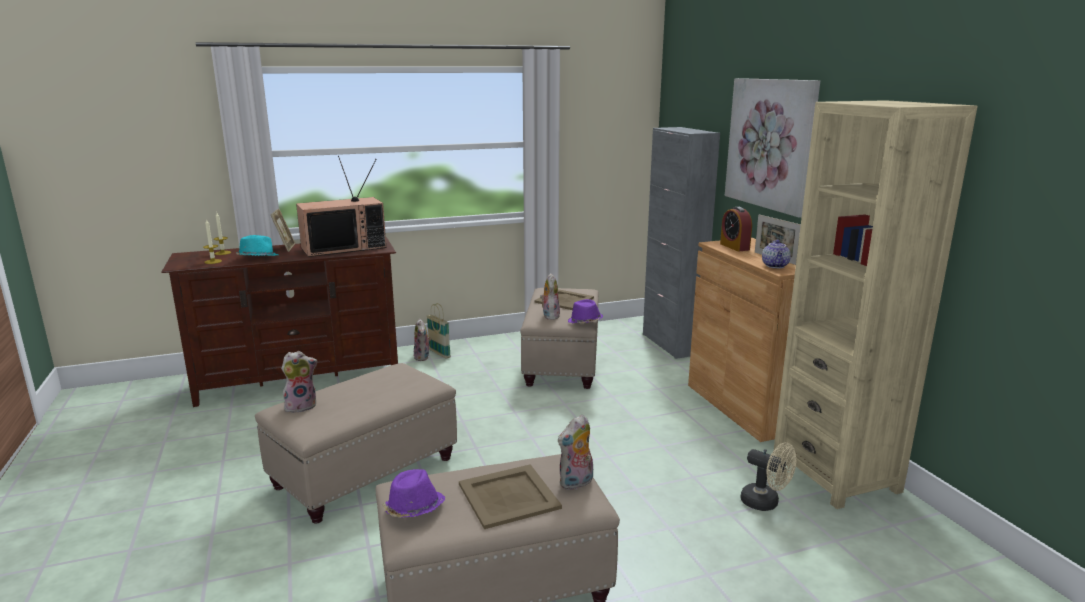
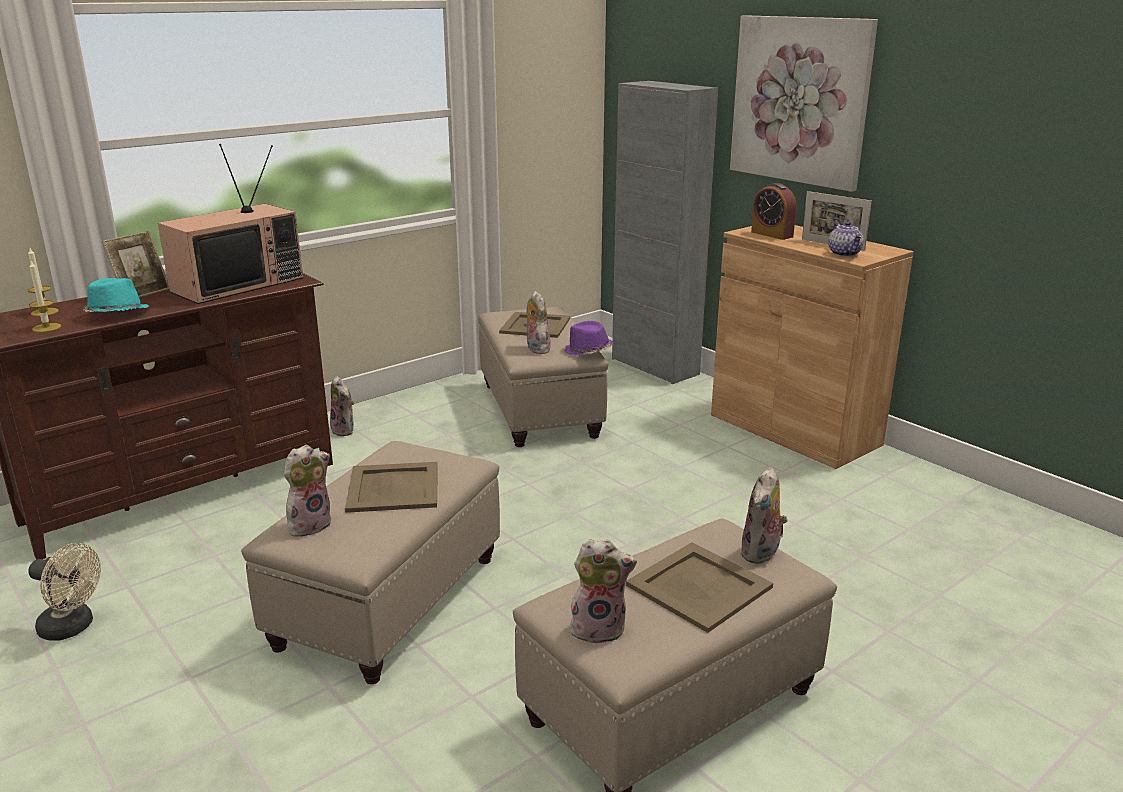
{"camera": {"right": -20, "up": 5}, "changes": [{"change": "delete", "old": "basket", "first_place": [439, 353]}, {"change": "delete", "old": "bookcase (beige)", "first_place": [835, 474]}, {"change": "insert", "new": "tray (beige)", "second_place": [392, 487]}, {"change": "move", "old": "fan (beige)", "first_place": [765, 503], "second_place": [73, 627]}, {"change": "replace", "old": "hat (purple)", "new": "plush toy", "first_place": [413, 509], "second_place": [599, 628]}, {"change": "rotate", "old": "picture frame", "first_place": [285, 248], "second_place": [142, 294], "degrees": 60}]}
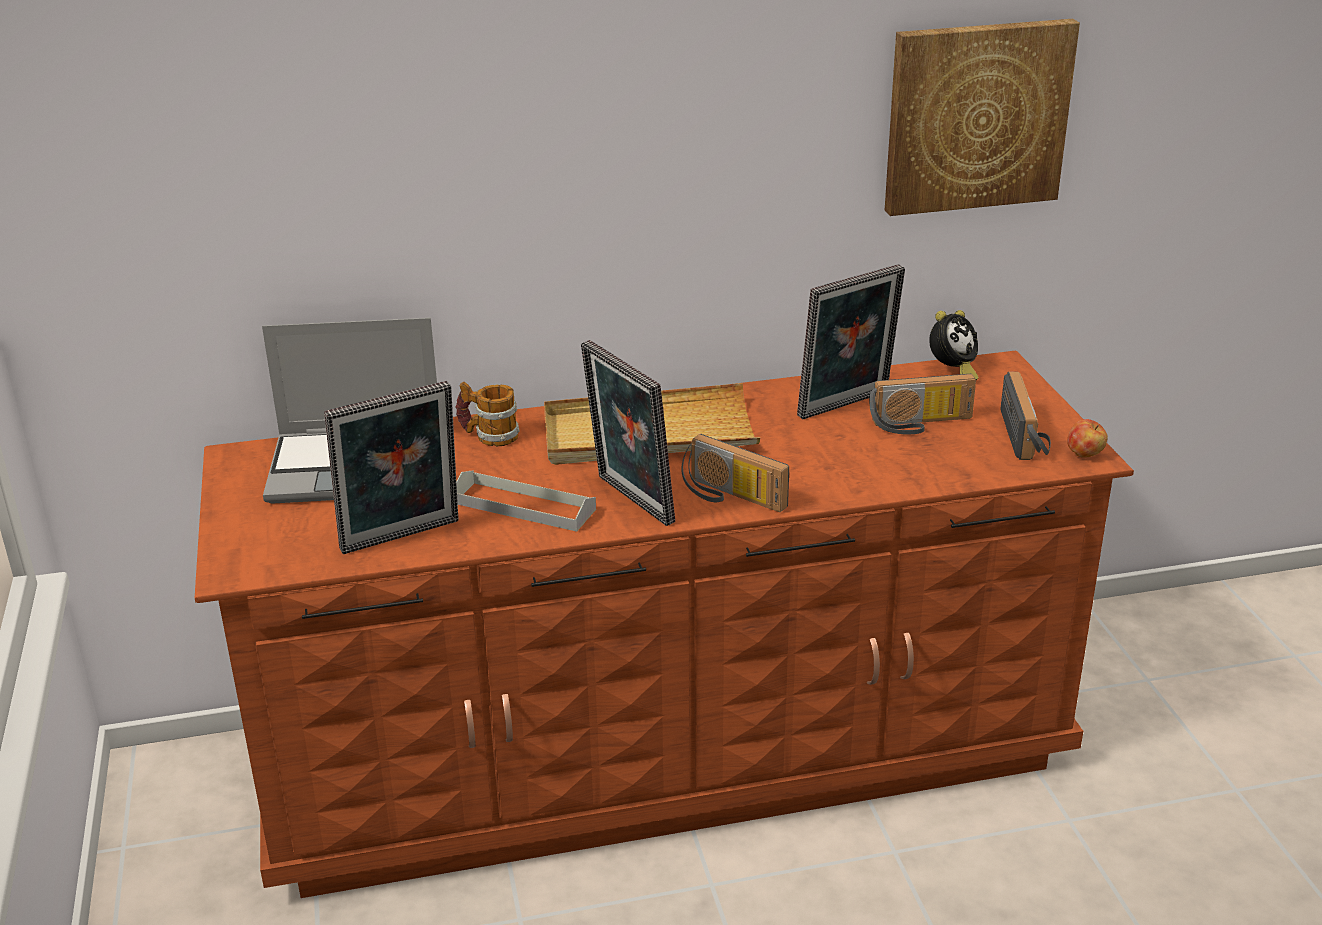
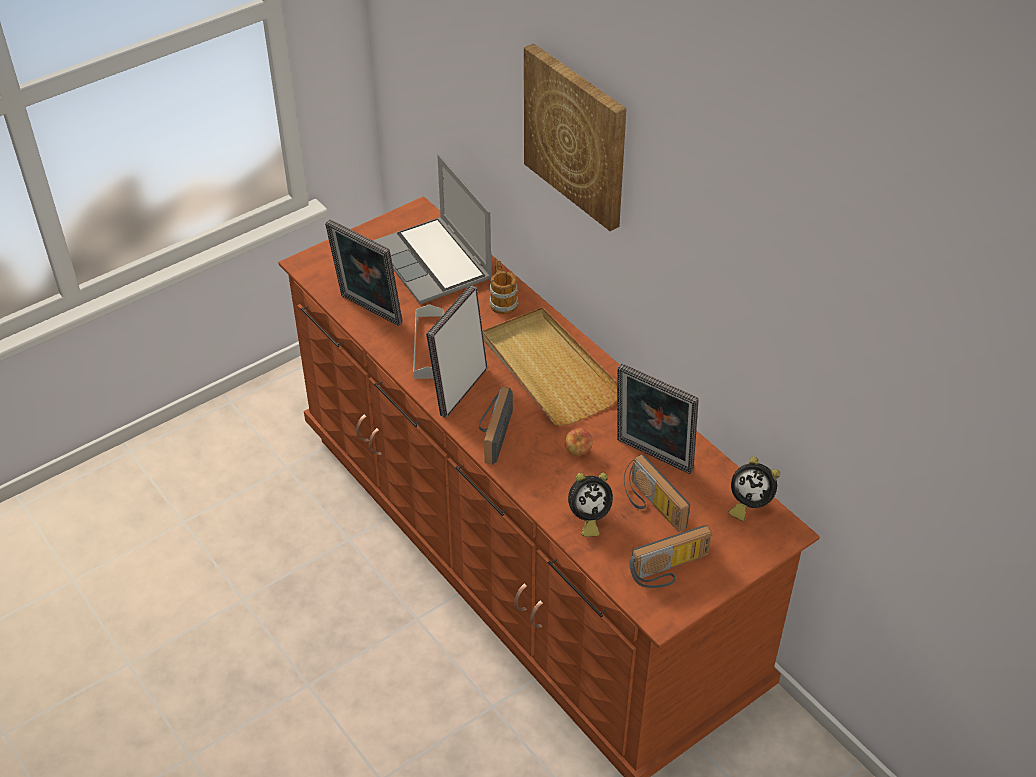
{"camera": {"right": 65, "up": 15}, "changes": [{"change": "insert", "new": "alarm clock", "second_place": [587, 518]}, {"change": "move", "old": "picture", "first_place": [976, 116], "second_place": [577, 135]}, {"change": "move", "old": "apple", "first_place": [1085, 454], "second_place": [578, 451]}]}
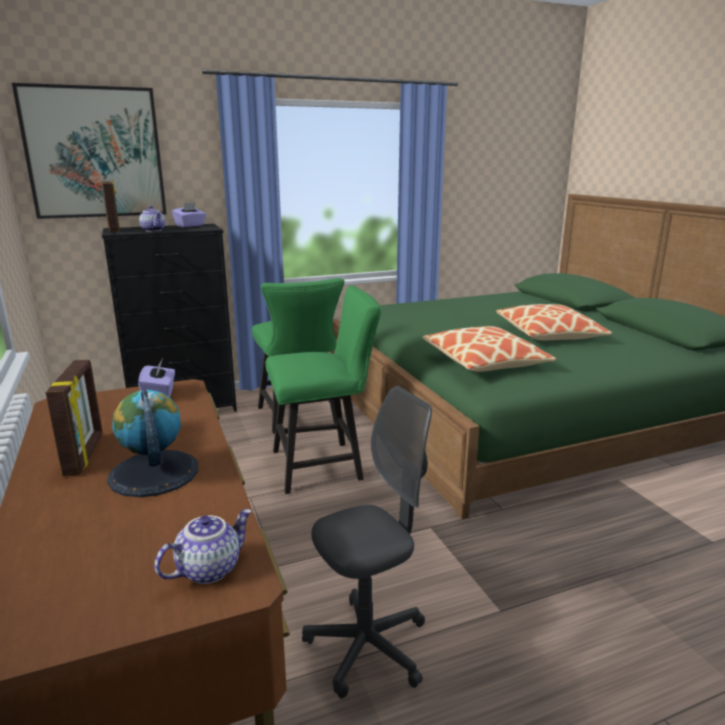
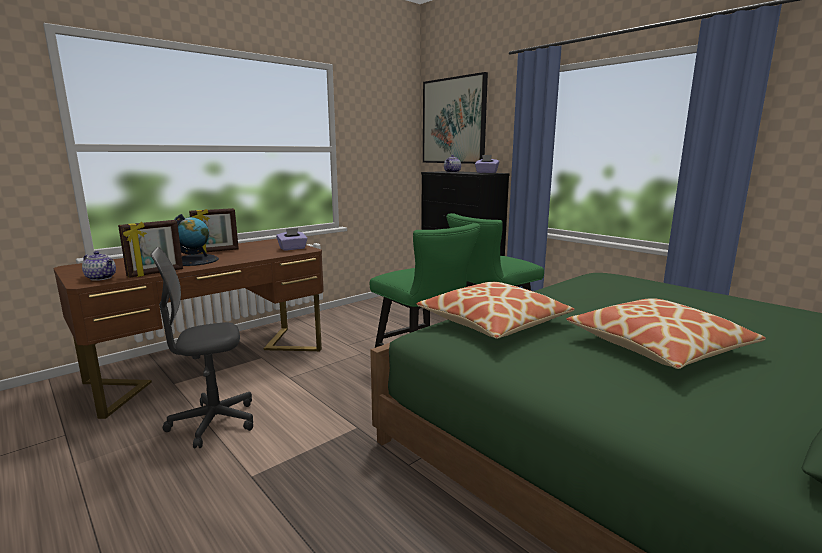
{"camera": {"right": 70, "up": -5}, "changes": [{"change": "move", "old": "picture frame", "first_place": [114, 230], "second_place": [156, 273]}, {"change": "rotate", "old": "office chair (grey)", "first_place": [367, 647], "second_place": [213, 422], "degrees": 120}]}
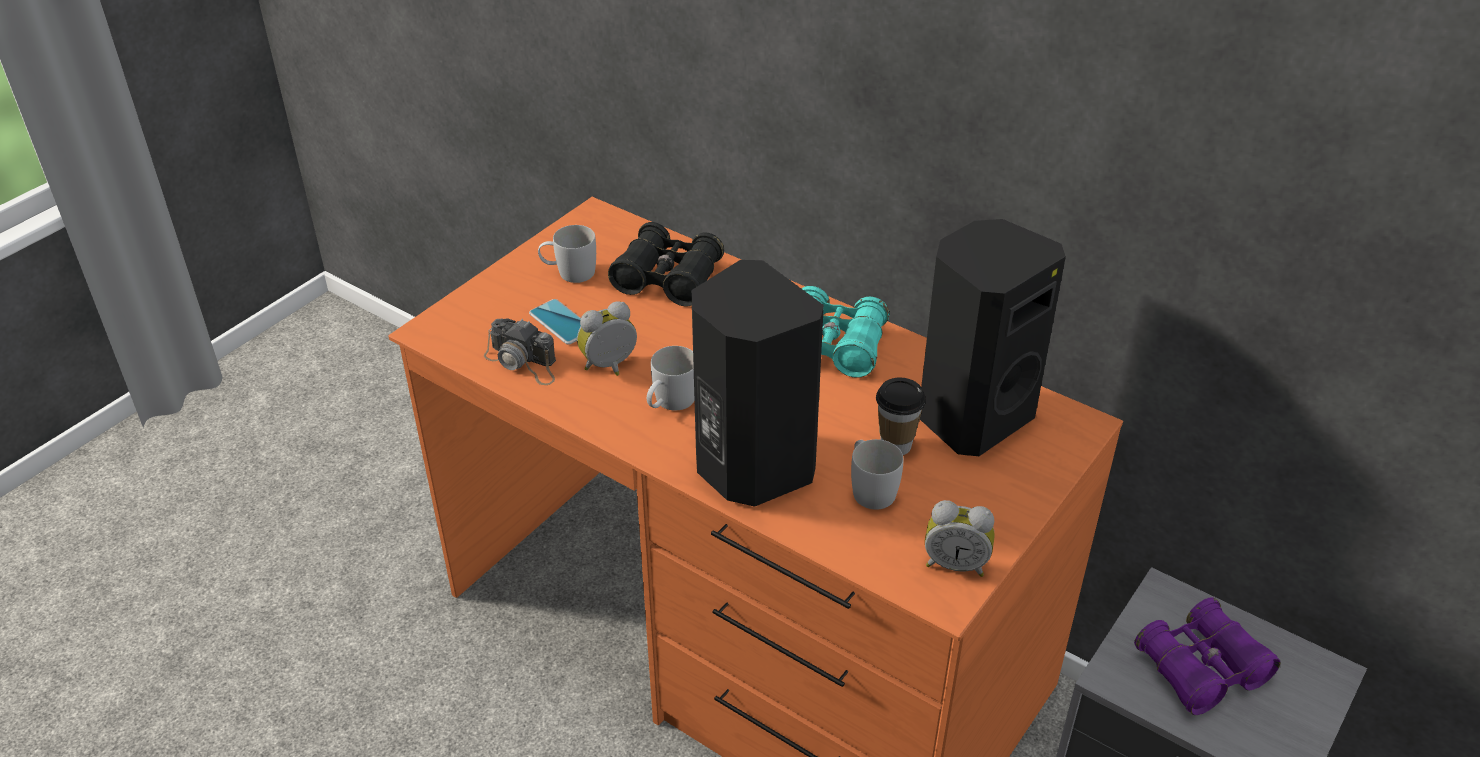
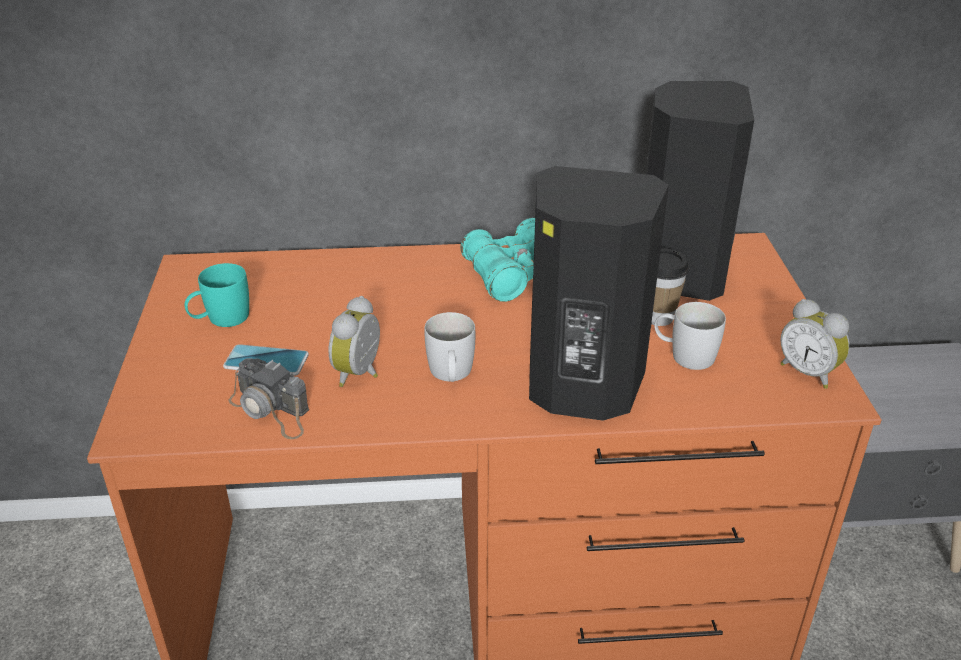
{"camera": {"right": -40, "up": -5}, "changes": [{"change": "delete", "old": "binoculars (black)", "first_place": [668, 279]}, {"change": "delete", "old": "binoculars (purple)", "first_place": [1201, 669]}, {"change": "recolor", "old": "mug (white)", "new": "mug (turquoise)", "first_place": [569, 272], "second_place": [220, 319]}, {"change": "rotate", "old": "photo camera", "first_place": [523, 362], "second_place": [271, 410], "degrees": 45}, {"change": "rotate", "old": "alarm clock", "first_place": [955, 563], "second_place": [809, 372], "degrees": 75}]}
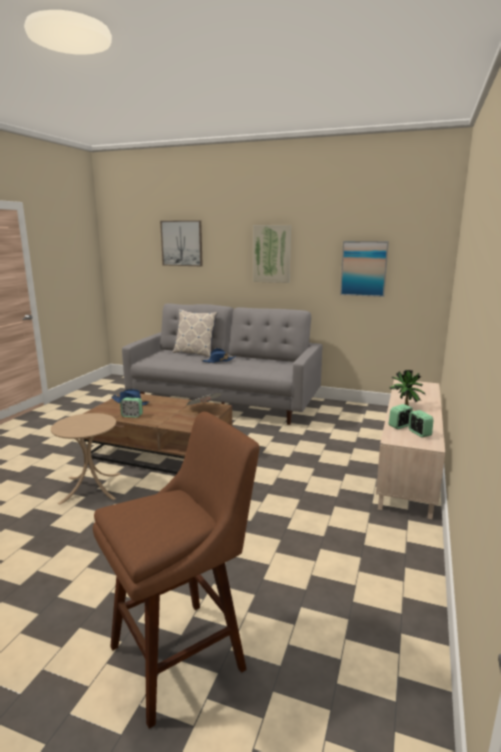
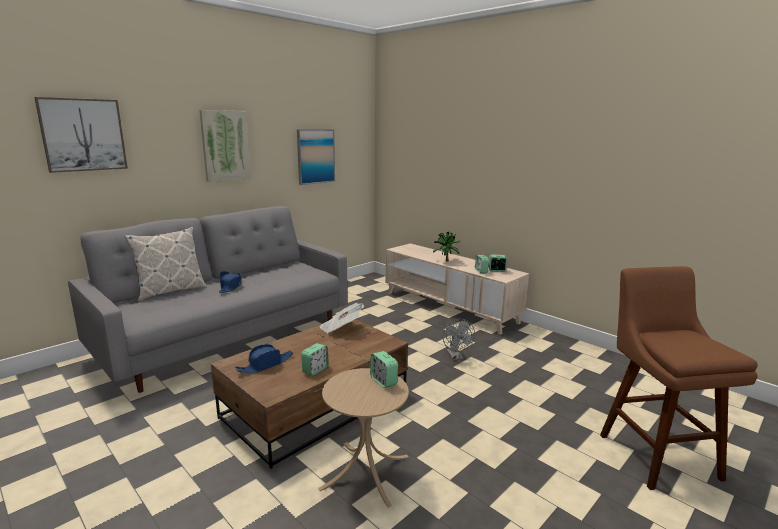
{"camera": {"right": -65, "up": 0}, "changes": [{"change": "insert", "new": "alarm clock", "second_place": [383, 381]}, {"change": "insert", "new": "fan (grey)", "second_place": [456, 357]}]}
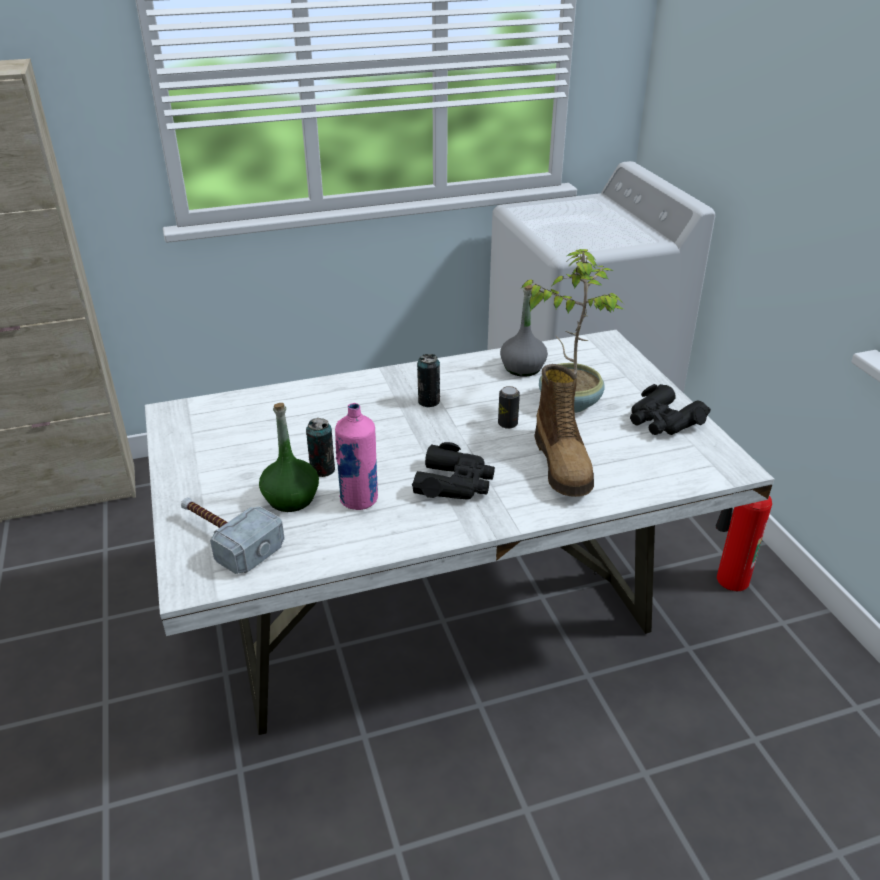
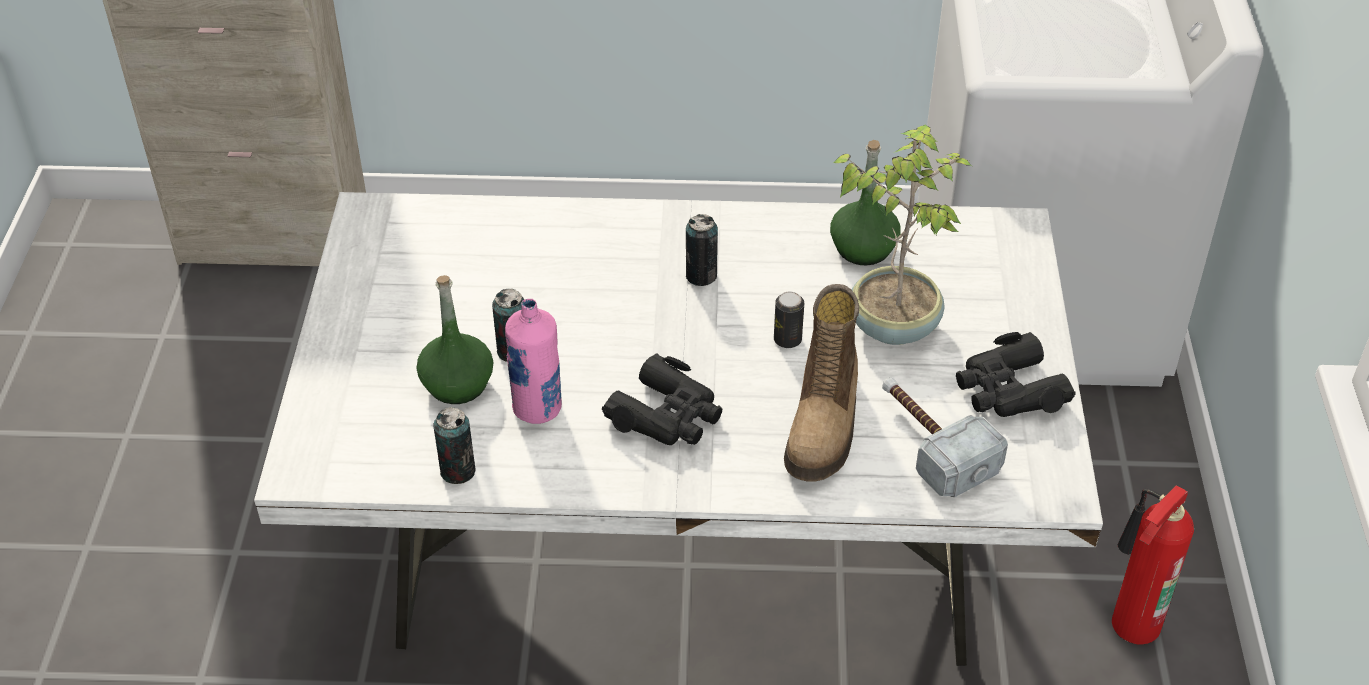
{"camera": {"right": 20, "up": 10}, "changes": [{"change": "insert", "new": "can", "second_place": [458, 471]}, {"change": "move", "old": "hammer", "first_place": [225, 538], "second_place": [930, 442]}, {"change": "recolor", "old": "bottle (grey)", "new": "bottle (green)", "first_place": [522, 368], "second_place": [863, 249]}]}
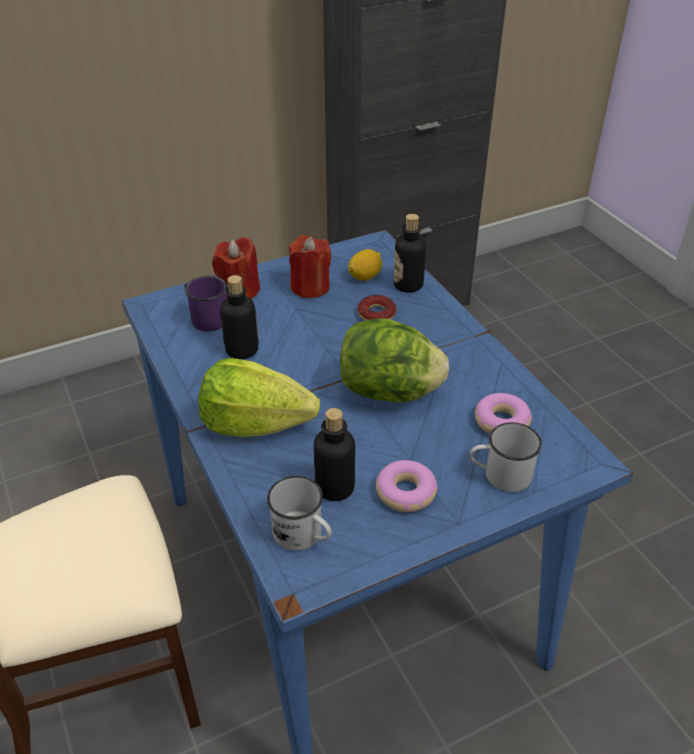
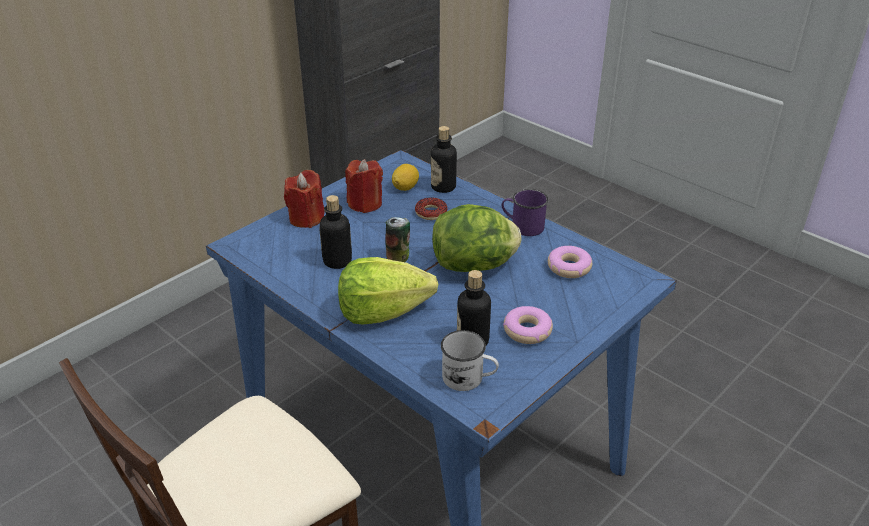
{"camera": {"right": -20, "up": -5}, "changes": [{"change": "delete", "old": "mug (white)", "first_place": [500, 475]}, {"change": "insert", "new": "can", "second_place": [398, 258]}, {"change": "move", "old": "mug (purple)", "first_place": [206, 318], "second_place": [522, 226]}]}
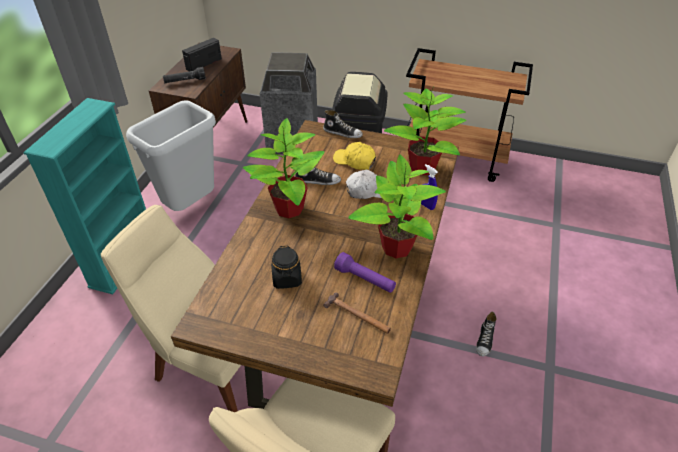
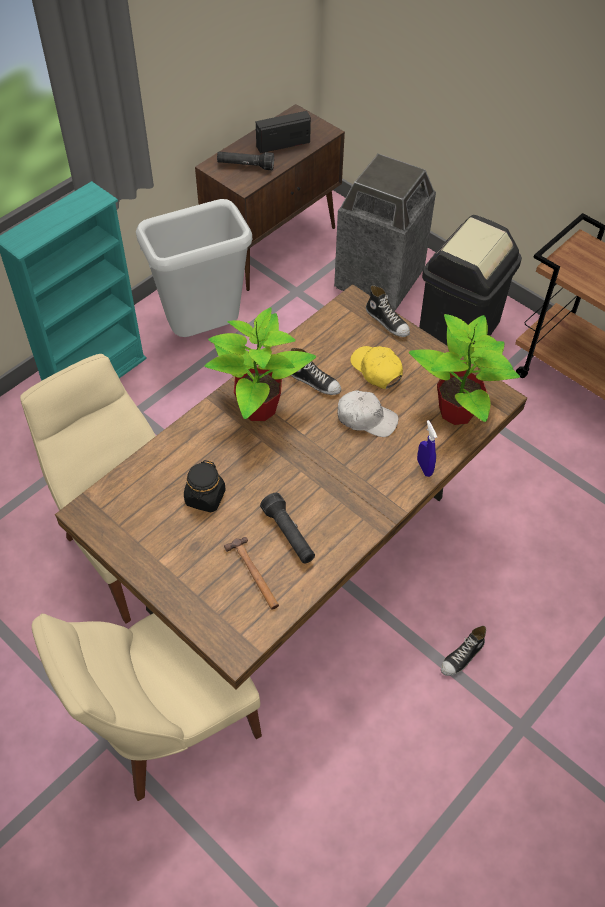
{"camera": {"right": 25, "up": 10}, "changes": [{"change": "delete", "old": "potted plant", "first_place": [396, 247]}, {"change": "recolor", "old": "flashlight (purple)", "new": "flashlight (black)", "first_place": [365, 279], "second_place": [289, 535]}]}
